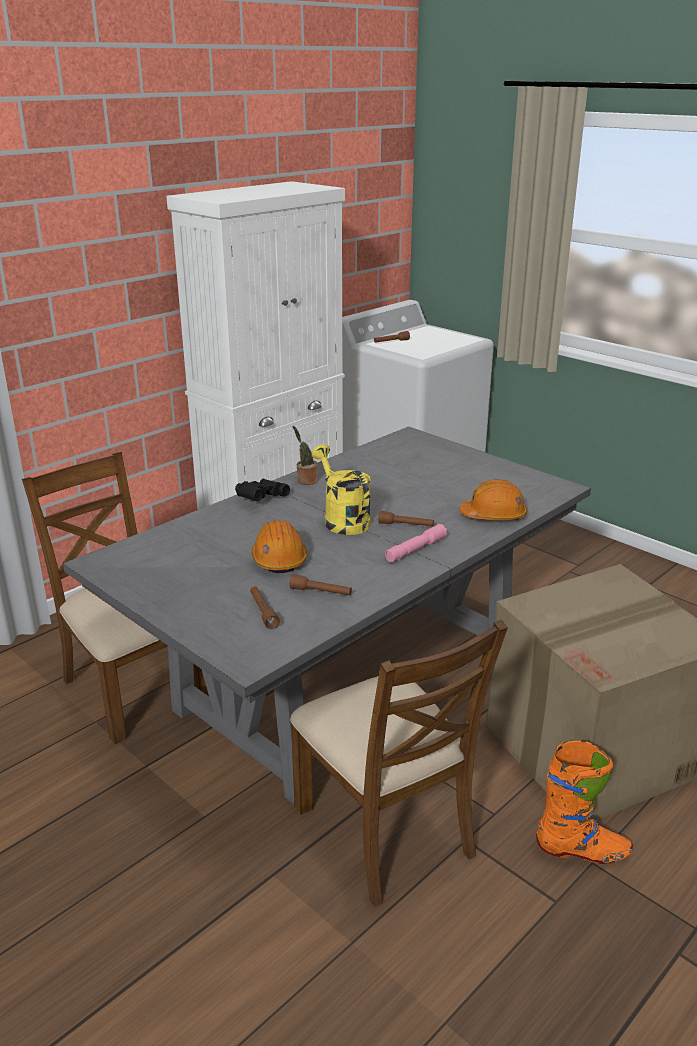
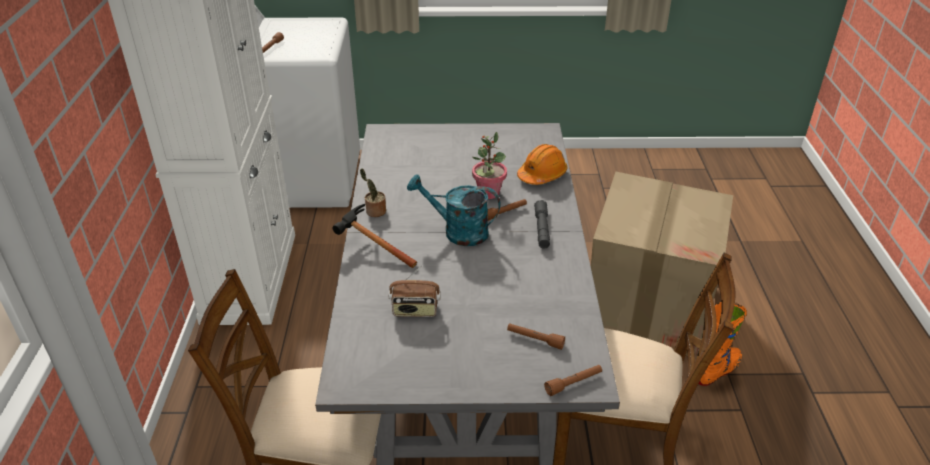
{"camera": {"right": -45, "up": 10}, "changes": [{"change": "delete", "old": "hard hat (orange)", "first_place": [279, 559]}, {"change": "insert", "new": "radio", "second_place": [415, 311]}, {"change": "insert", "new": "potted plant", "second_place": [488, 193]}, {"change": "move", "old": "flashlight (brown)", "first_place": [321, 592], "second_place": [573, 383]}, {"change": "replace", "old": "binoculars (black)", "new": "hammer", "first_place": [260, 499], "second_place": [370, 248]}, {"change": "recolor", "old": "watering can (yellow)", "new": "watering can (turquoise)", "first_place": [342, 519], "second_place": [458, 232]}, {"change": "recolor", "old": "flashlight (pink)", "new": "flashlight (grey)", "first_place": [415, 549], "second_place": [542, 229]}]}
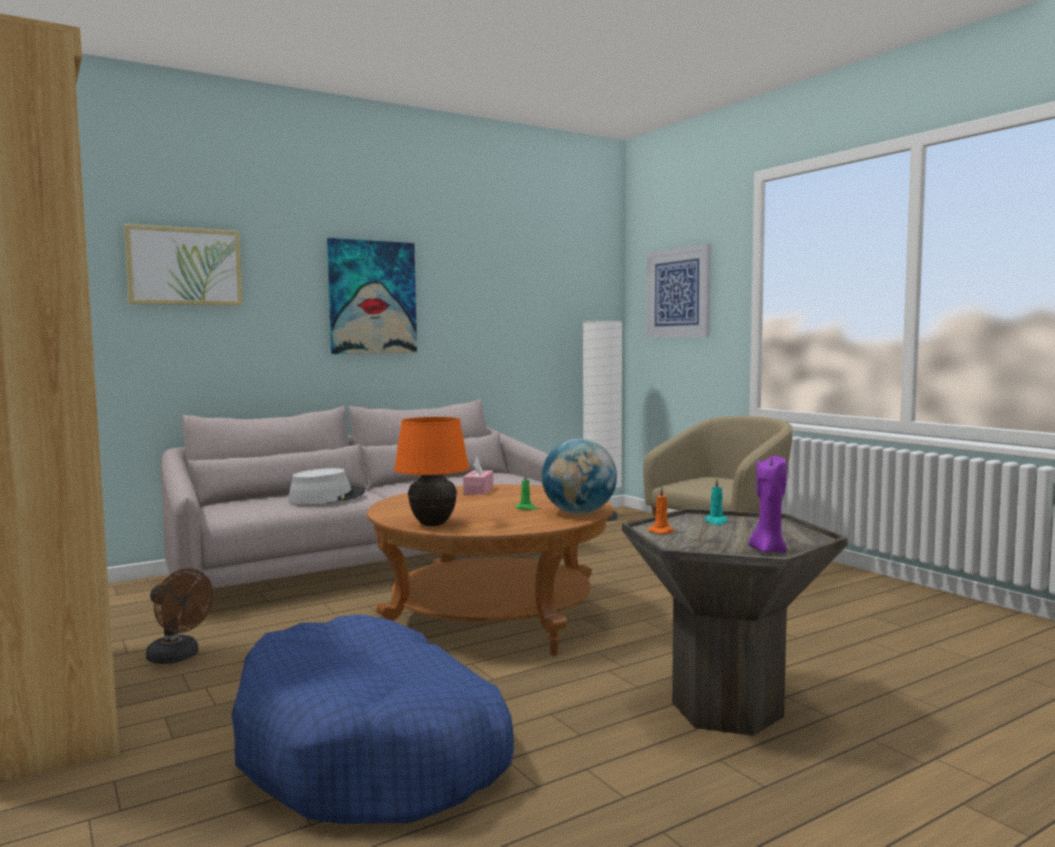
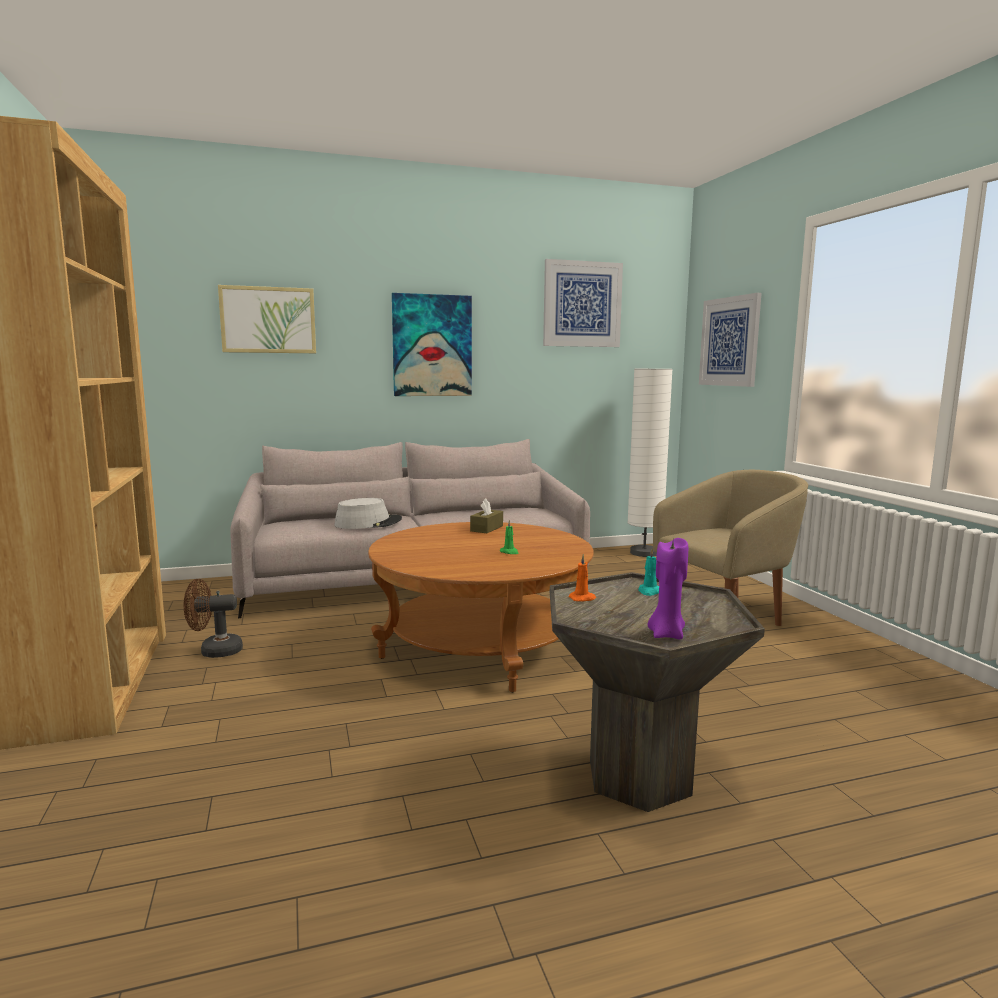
{"camera": {"right": 15, "up": 5}, "changes": [{"change": "delete", "old": "dog bed (blue)", "first_place": [372, 751]}, {"change": "delete", "old": "table lamp (orange)", "first_place": [433, 525]}, {"change": "delete", "old": "globe", "first_place": [579, 513]}, {"change": "insert", "new": "picture", "second_place": [582, 304]}, {"change": "recolor", "old": "tissue box (pink)", "new": "tissue box (brown)", "first_place": [478, 490], "second_place": [486, 528]}, {"change": "rotate", "old": "fan (brown)", "first_place": [178, 657], "second_place": [214, 651], "degrees": 120}]}
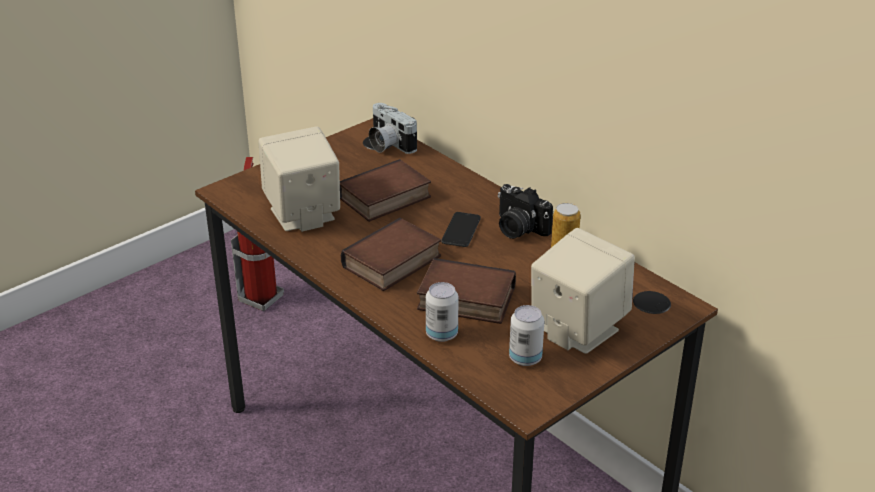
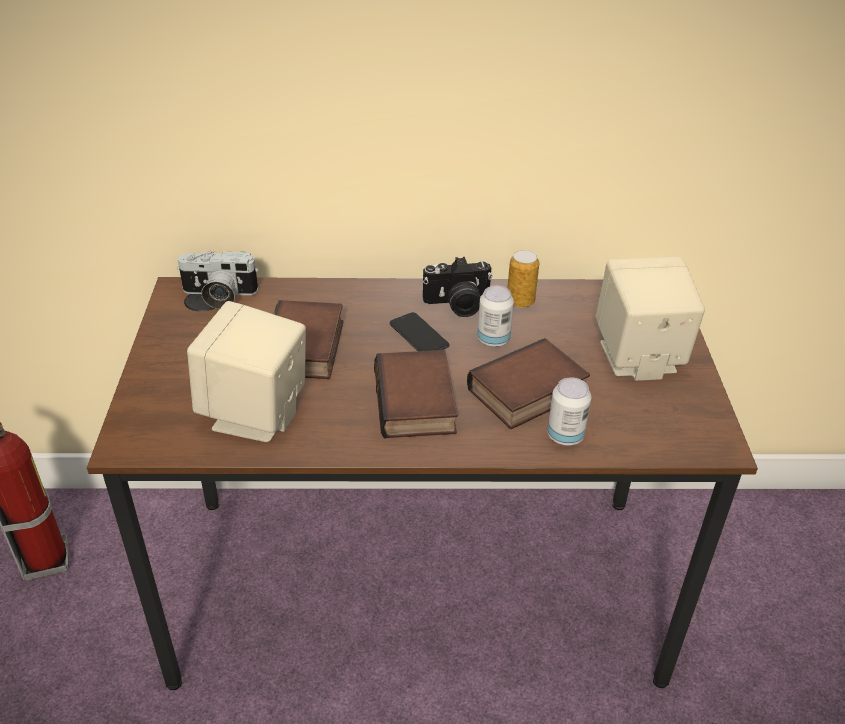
{"camera": {"right": -50, "up": 5}, "changes": [{"change": "move", "old": "can", "first_place": [525, 358], "second_place": [493, 340]}]}
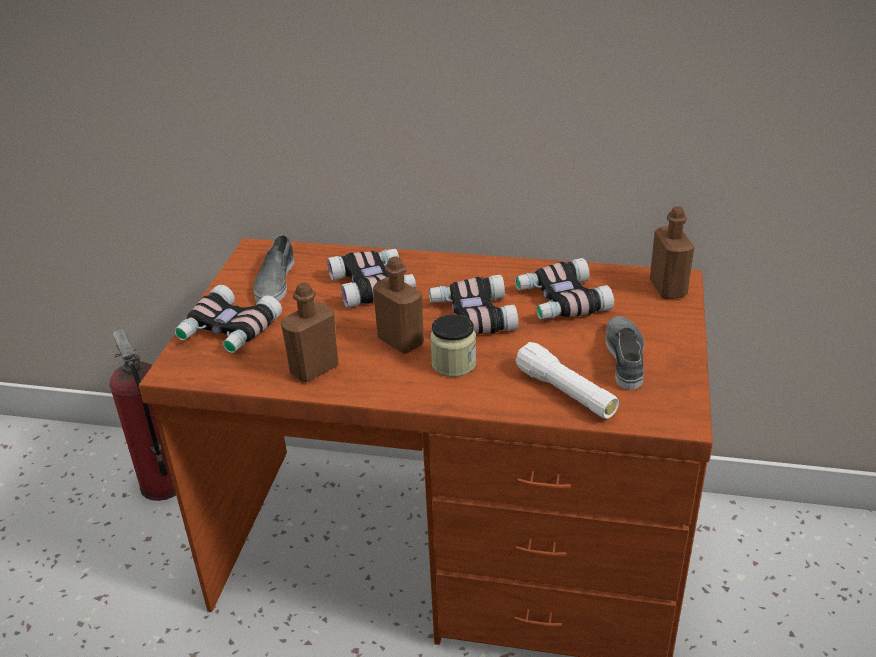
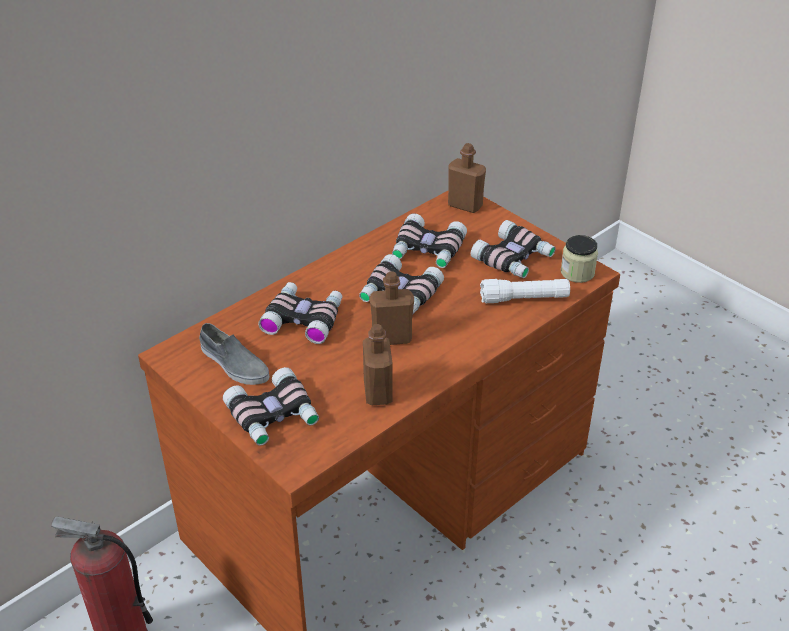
{"camera": {"right": -55, "up": 5}, "changes": [{"change": "move", "old": "jar", "first_place": [453, 364], "second_place": [577, 272]}, {"change": "replace", "old": "shoe (grey)", "new": "binoculars", "first_place": [625, 357], "second_place": [514, 259]}]}
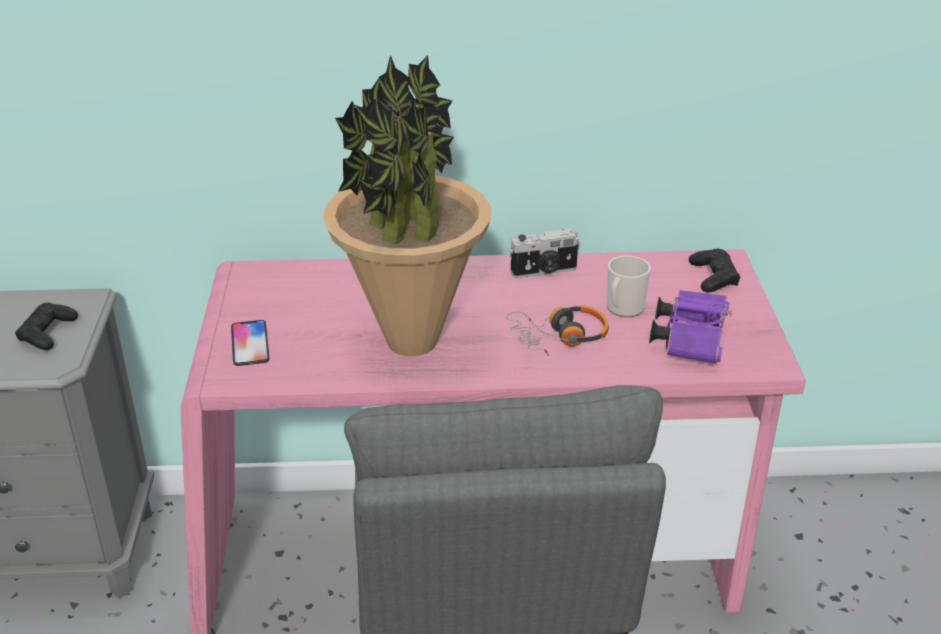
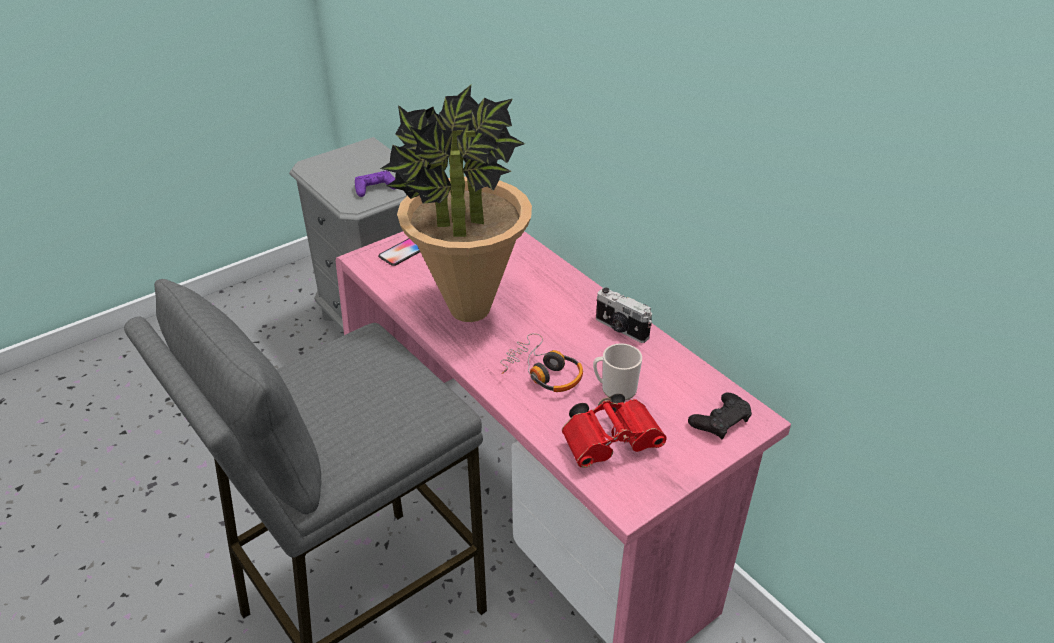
{"camera": {"right": 55, "up": 5}, "changes": [{"change": "recolor", "old": "game controller (black)", "new": "game controller (purple)", "first_place": [47, 333], "second_place": [375, 188]}, {"change": "recolor", "old": "binoculars (purple)", "new": "binoculars (red)", "first_place": [690, 339], "second_place": [612, 442]}]}
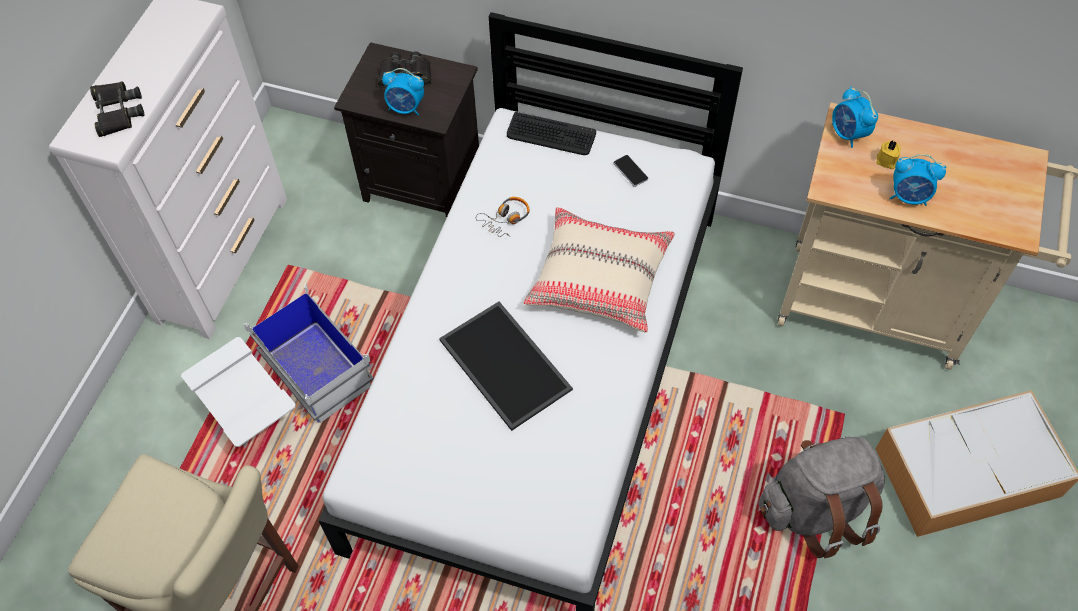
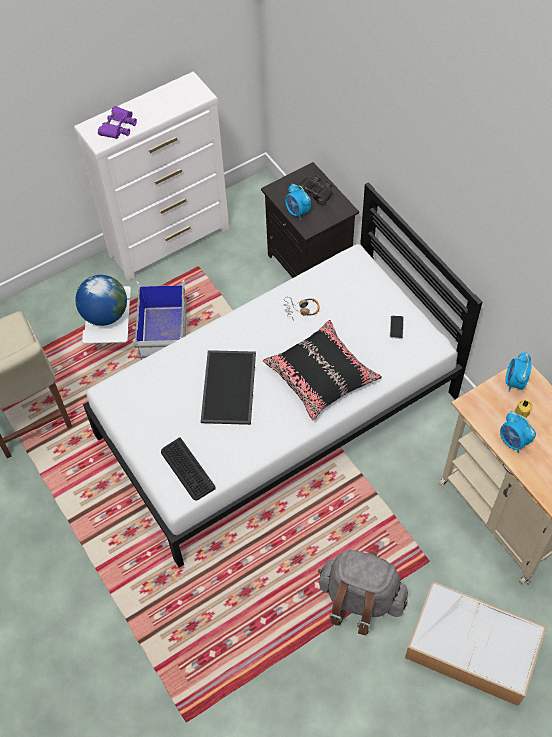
{"camera": {"right": 40, "up": 0}, "changes": [{"change": "insert", "new": "globe", "second_place": [105, 314]}, {"change": "move", "old": "keyboard", "first_place": [551, 135], "second_place": [187, 469]}, {"change": "recolor", "old": "binoculars (black)", "new": "binoculars (purple)", "first_place": [117, 112], "second_place": [118, 126]}, {"change": "recolor", "old": "pillow (beige)", "new": "pillow (black)", "first_place": [600, 278], "second_place": [321, 376]}]}
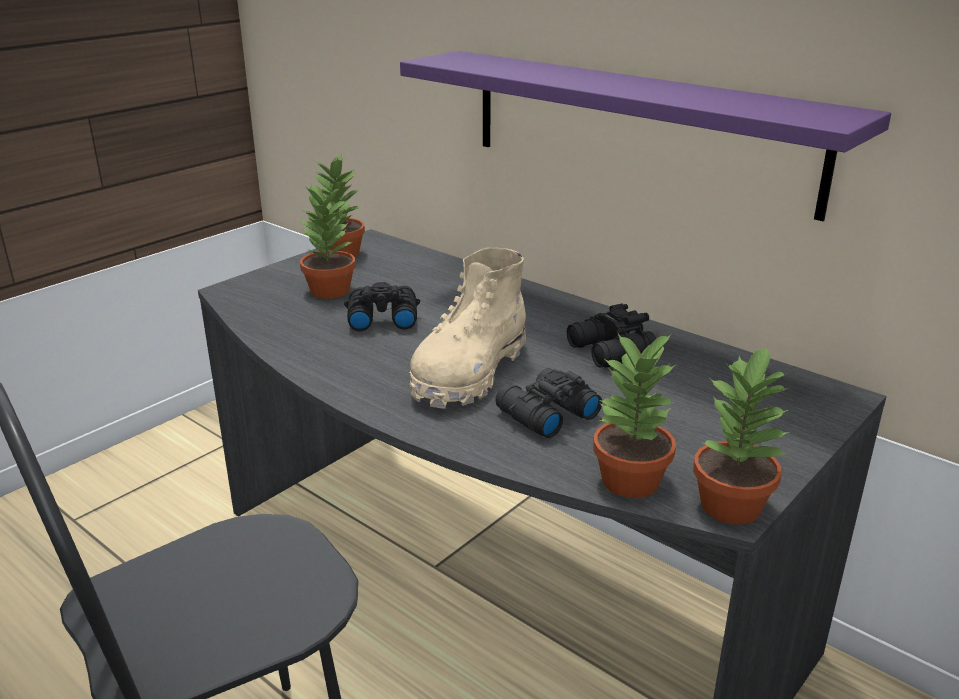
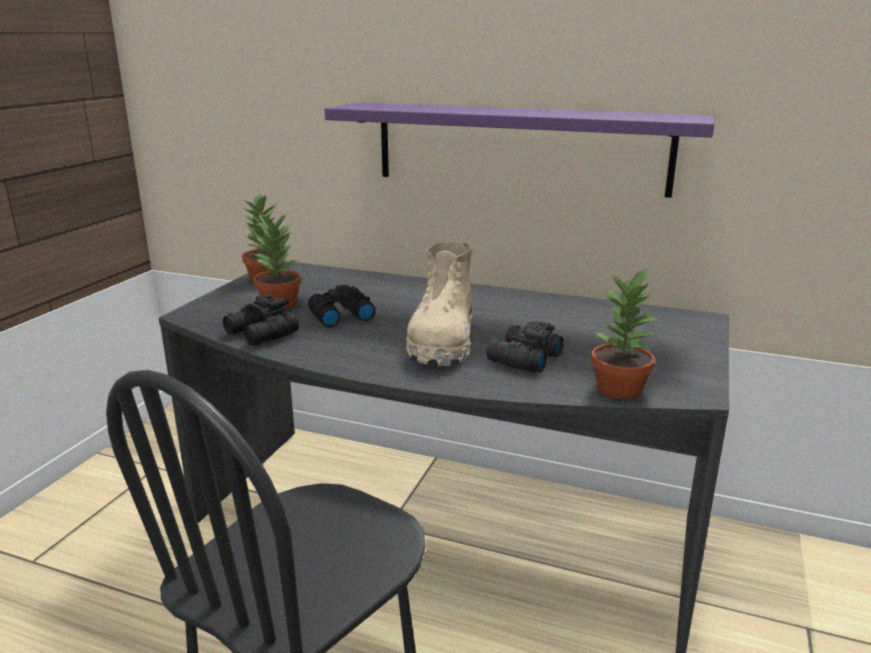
{"camera": {"right": -20, "up": -5}, "changes": [{"change": "delete", "old": "potted plant", "first_place": [732, 506]}, {"change": "move", "old": "binoculars (black)", "first_place": [609, 352], "second_place": [261, 334]}]}
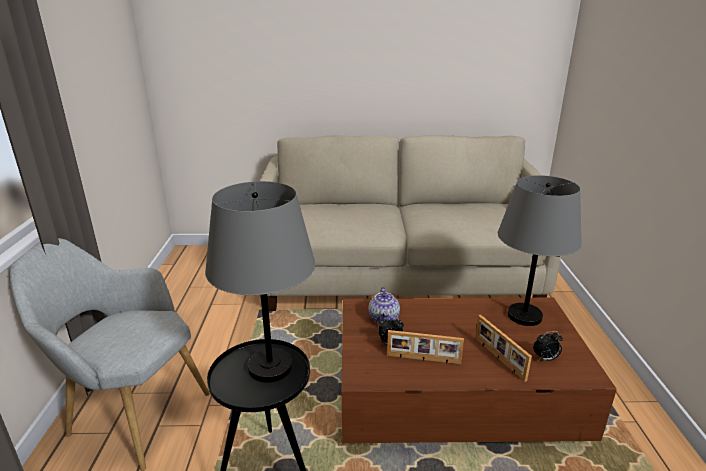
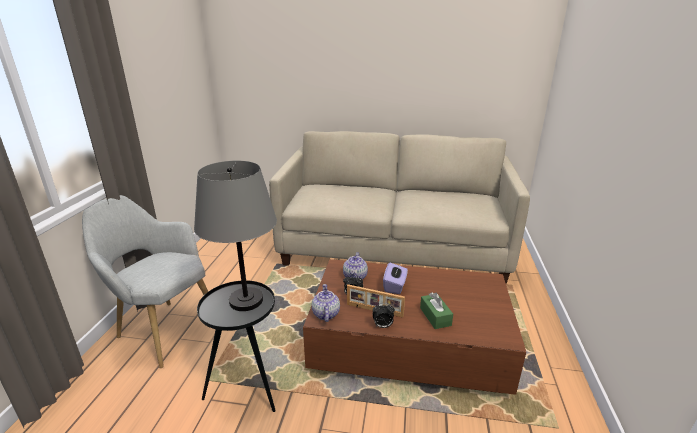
{"camera": {"right": 10, "up": 0}, "changes": [{"change": "delete", "old": "table lamp (grey)", "first_place": [524, 316]}, {"change": "insert", "new": "teapot", "second_place": [325, 314]}, {"change": "insert", "new": "tissue box (purple)", "second_place": [395, 286]}, {"change": "move", "old": "alarm clock", "first_place": [545, 359], "second_place": [382, 326]}, {"change": "replace", "old": "picture frame", "new": "tissue box (green)", "first_place": [498, 358], "second_place": [435, 316]}]}
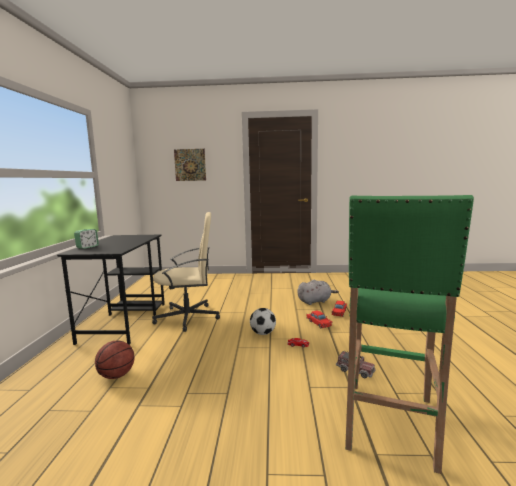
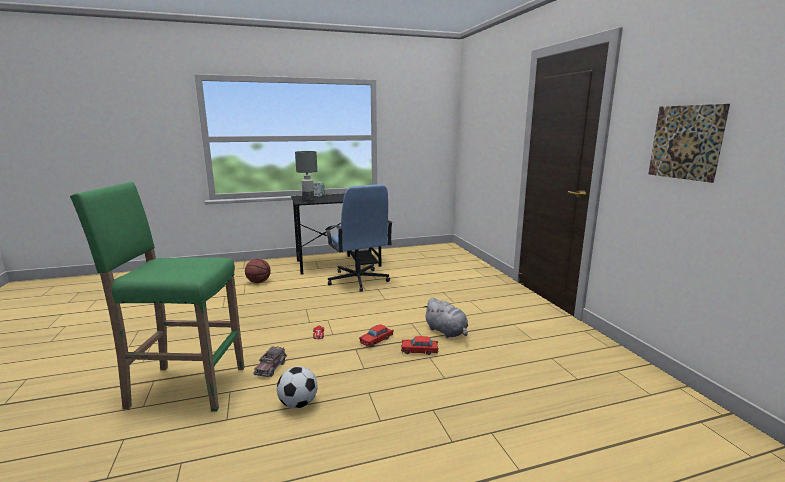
{"camera": {"right": 70, "up": 5}, "changes": [{"change": "insert", "new": "table lamp (grey)", "second_place": [308, 200]}, {"change": "move", "old": "picture", "first_place": [190, 165], "second_place": [685, 142]}, {"change": "move", "old": "football", "first_place": [263, 333], "second_place": [298, 404]}, {"change": "recolor", "old": "office chair (beige)", "new": "office chair (blue)", "first_place": [188, 317], "second_place": [358, 280]}]}
